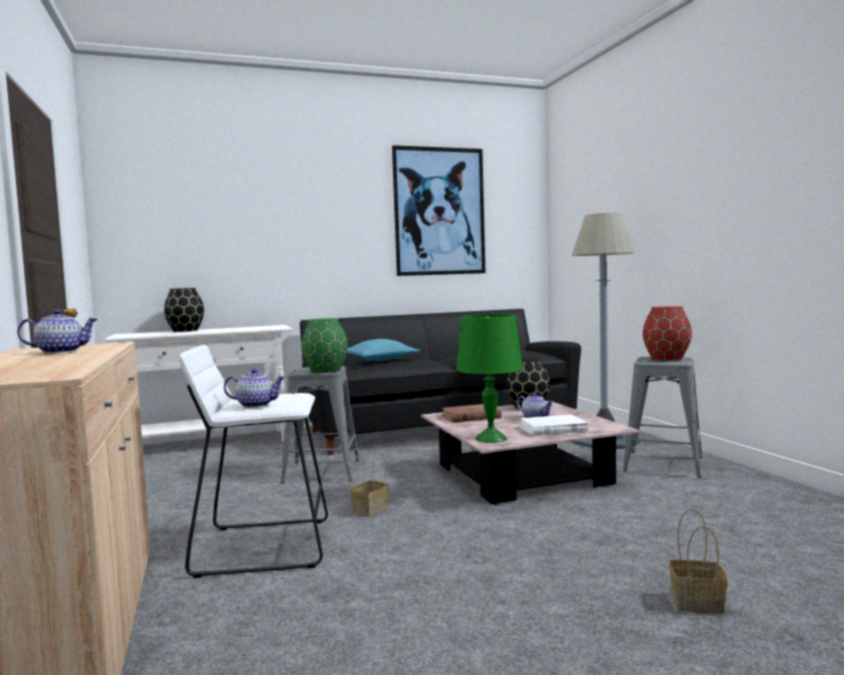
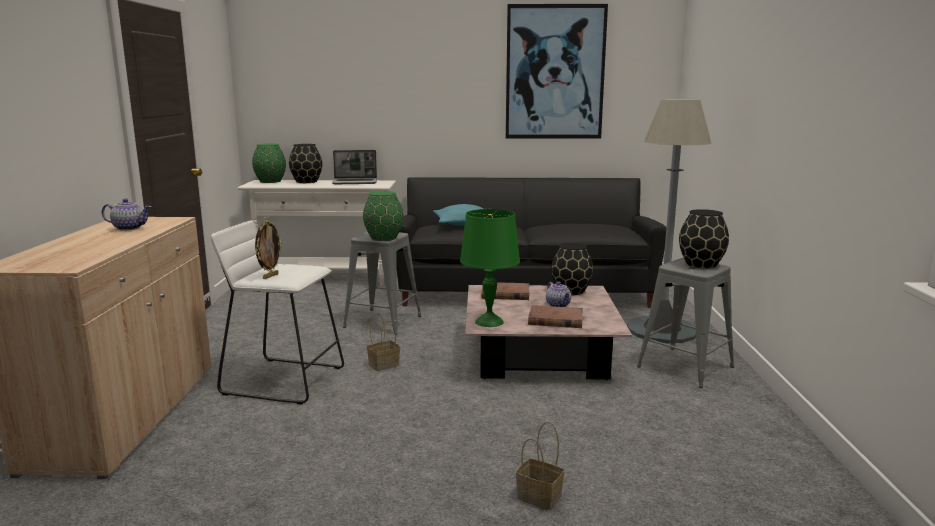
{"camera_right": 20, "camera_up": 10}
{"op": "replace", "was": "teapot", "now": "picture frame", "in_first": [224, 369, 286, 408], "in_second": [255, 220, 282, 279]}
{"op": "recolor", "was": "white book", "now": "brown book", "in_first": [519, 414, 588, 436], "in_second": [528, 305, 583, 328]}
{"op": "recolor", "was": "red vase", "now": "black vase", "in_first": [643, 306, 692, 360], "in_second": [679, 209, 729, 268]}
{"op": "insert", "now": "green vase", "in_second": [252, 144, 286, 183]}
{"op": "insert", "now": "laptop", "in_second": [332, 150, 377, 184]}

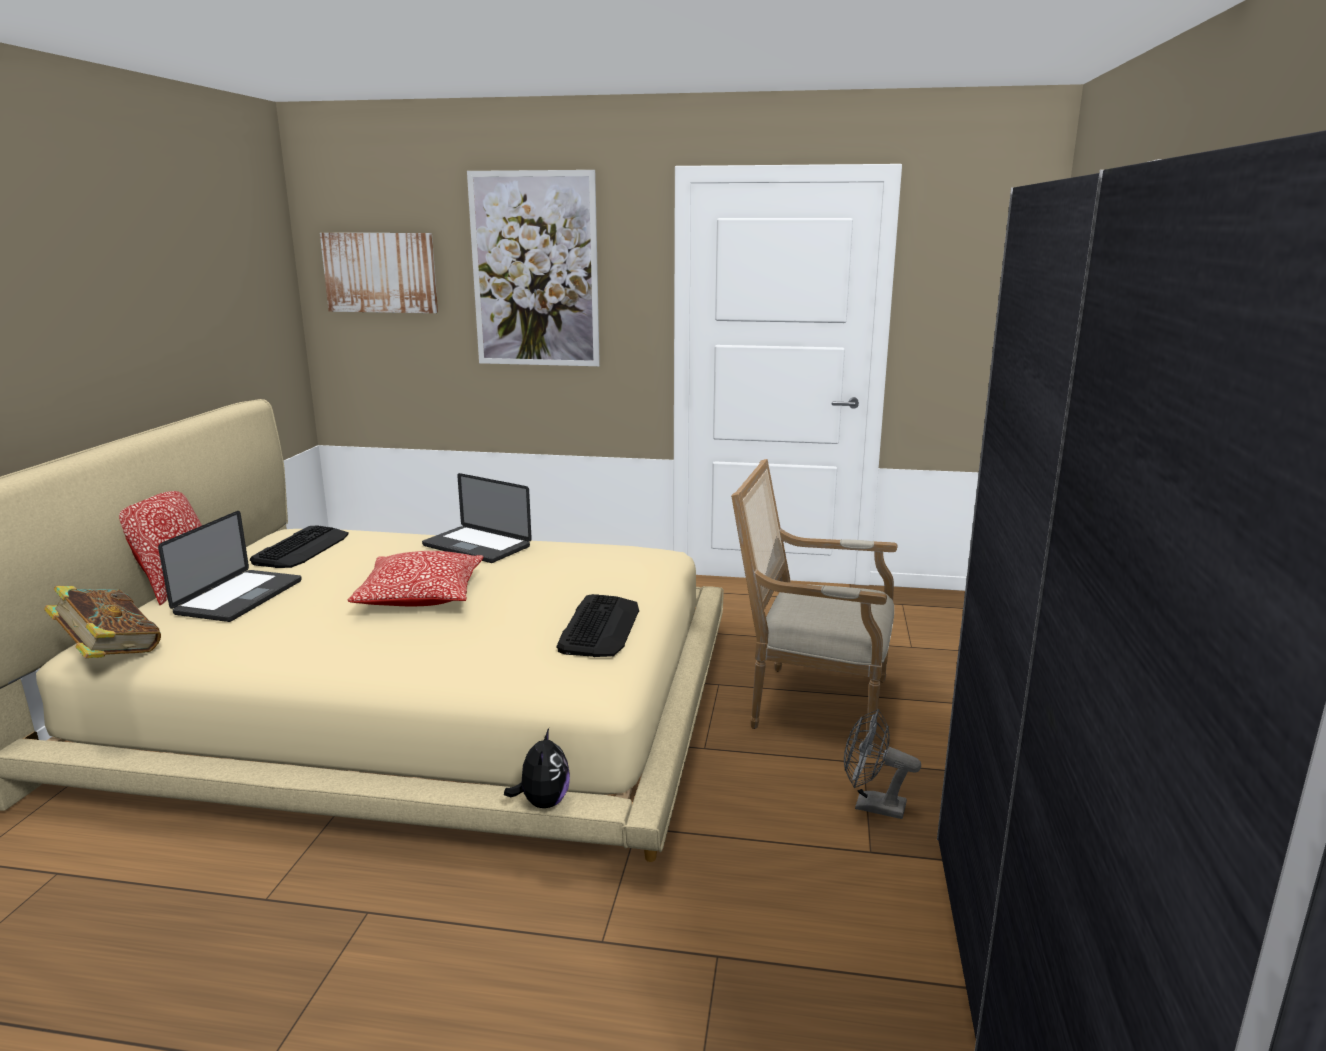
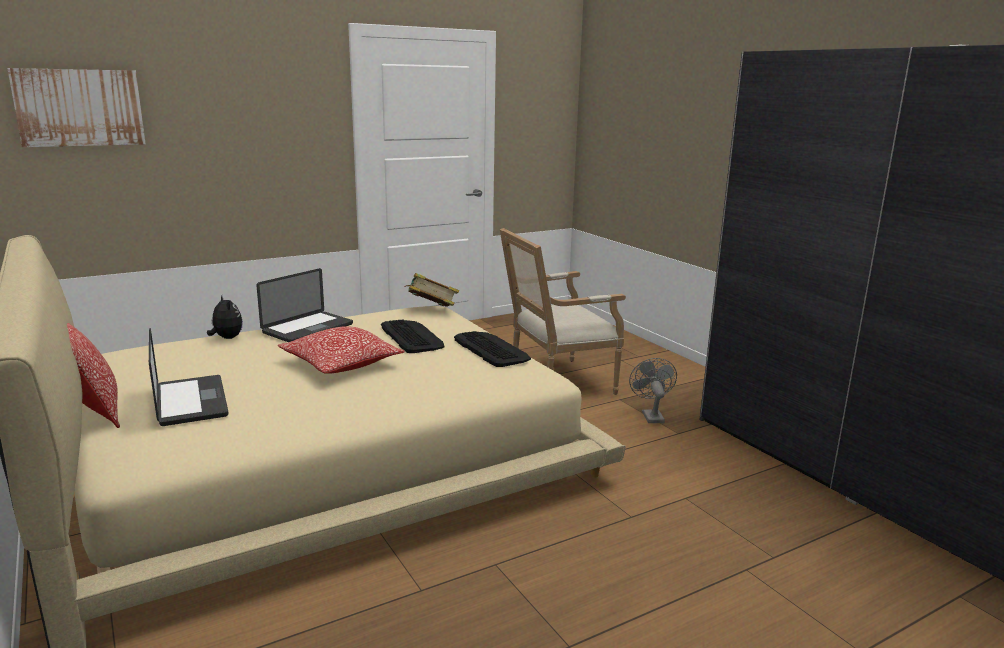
{"camera_right": -40, "camera_up": 0}
{"op": "move", "was": "book", "in_first": [44, 586, 161, 658], "in_second": [405, 273, 459, 307]}
{"op": "move", "was": "keyboard", "in_first": [250, 525, 349, 568], "in_second": [381, 320, 444, 353]}
{"op": "rotate", "was": "laptop", "in_first": [422, 473, 532, 563], "in_second": [256, 268, 353, 342], "clockwise": -45}
{"op": "delete", "was": "picture", "in_first": [467, 170, 600, 366]}
{"op": "move", "was": "plush toy", "in_first": [504, 728, 570, 808], "in_second": [207, 295, 243, 339]}
{"op": "rotate", "was": "grey fan", "in_first": [844, 709, 921, 819], "in_second": [629, 358, 677, 423], "clockwise": 105}

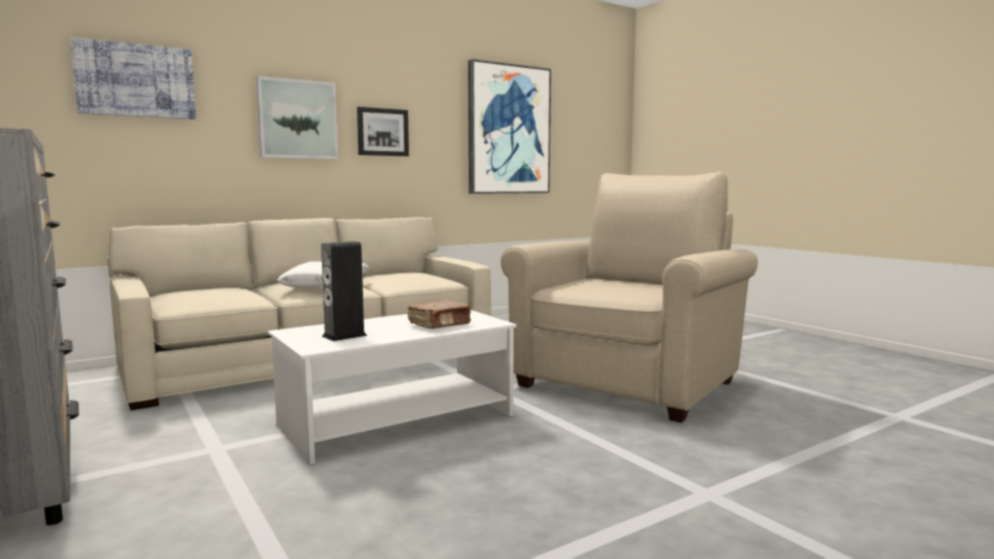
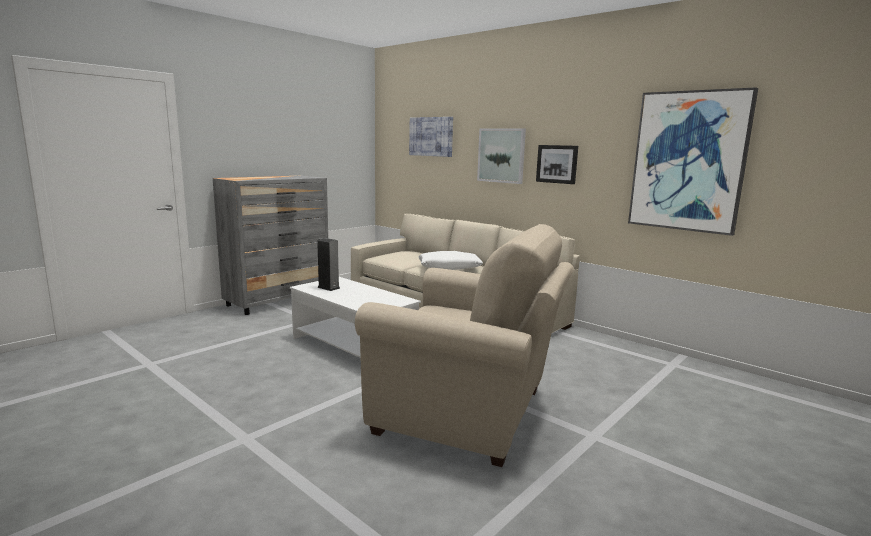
{"camera_right": 75, "camera_up": 5}
{"op": "delete", "was": "brown book", "in_first": [407, 299, 471, 329]}

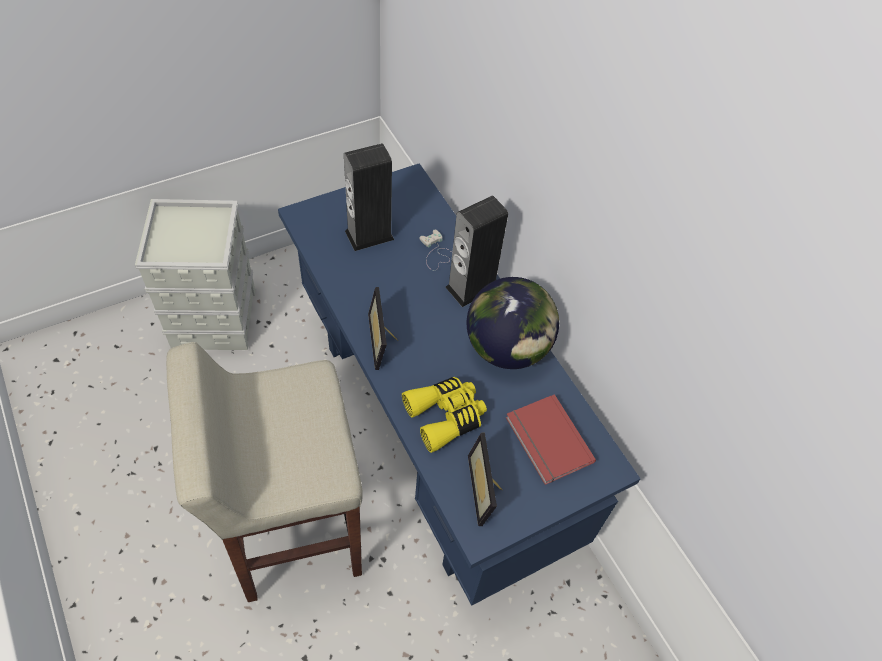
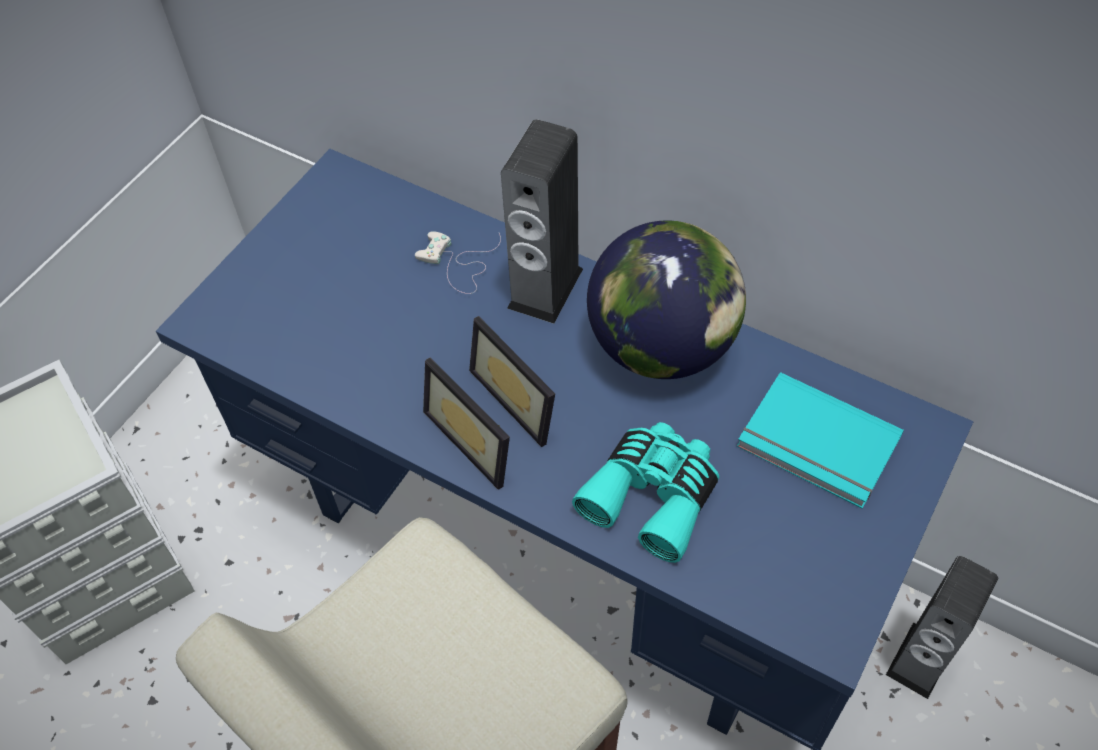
{"camera_right": -25, "camera_up": 0}
{"op": "move", "was": "speaker", "in_first": [344, 143, 394, 251], "in_second": [886, 556, 998, 699]}
{"op": "recolor", "was": "yellow binoculars", "now": "turquoise binoculars", "in_first": [402, 377, 487, 453], "in_second": [572, 422, 719, 563]}
{"op": "move", "was": "picture frame", "in_first": [468, 433, 502, 526], "in_second": [469, 316, 555, 447]}
{"op": "recolor", "was": "red book", "now": "turquoise book", "in_first": [506, 394, 596, 485], "in_second": [737, 372, 904, 509]}

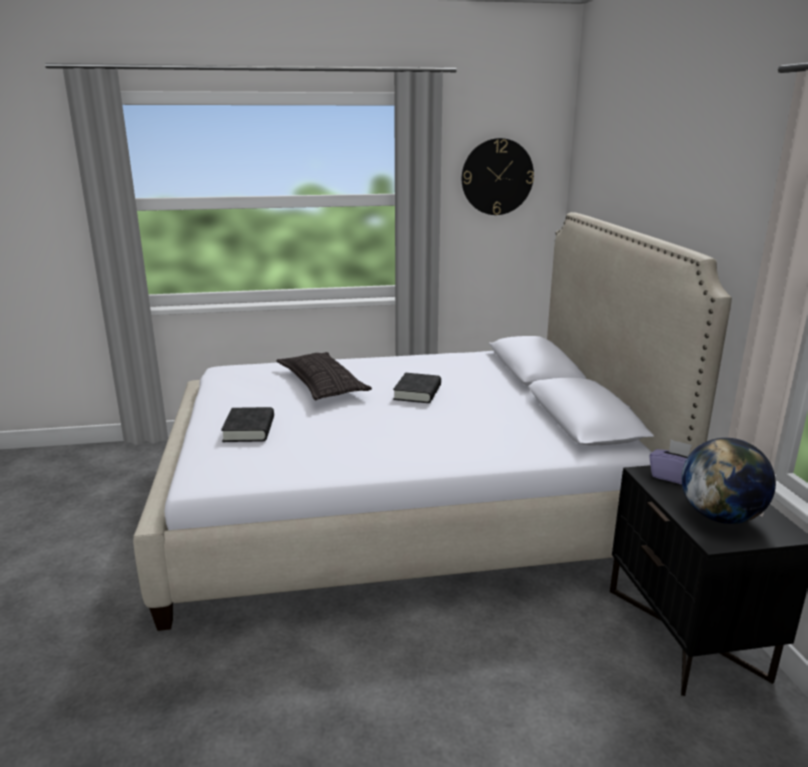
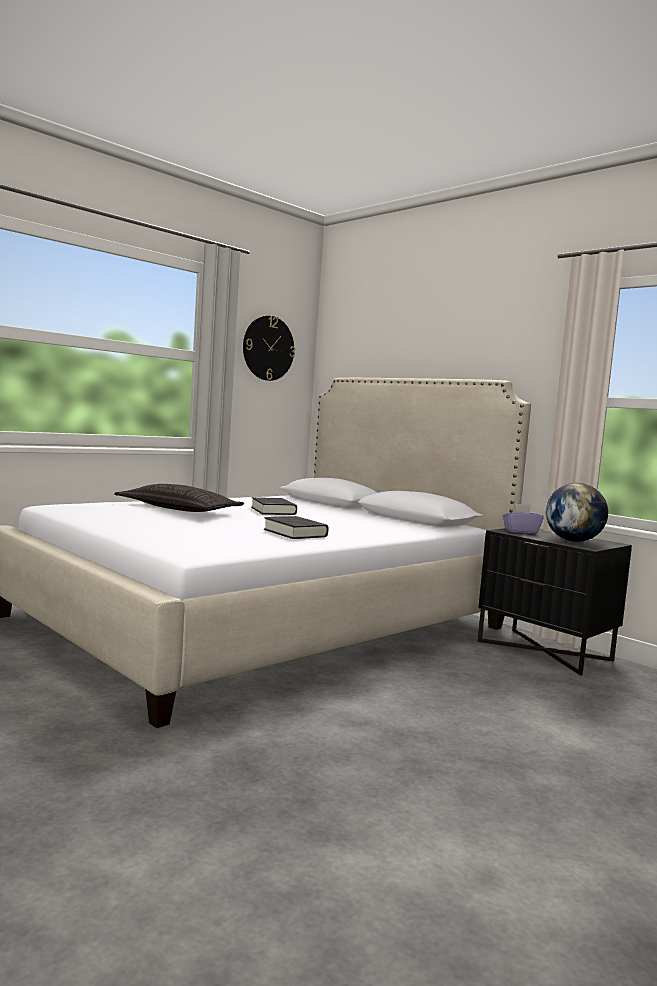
{"camera_right": -35, "camera_up": -15}
{"op": "move", "was": "black book", "in_first": [221, 407, 274, 442], "in_second": [264, 516, 328, 539]}

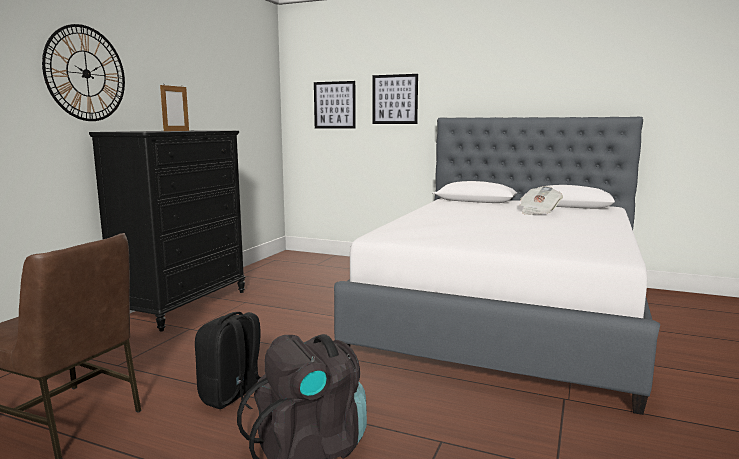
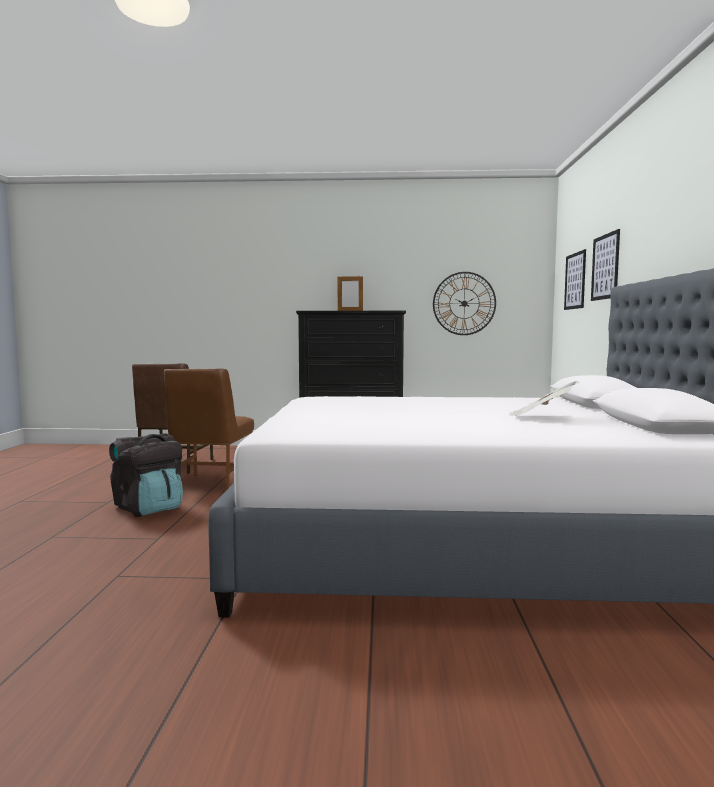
{"camera_right": 70, "camera_up": -5}
{"op": "move", "was": "wall clock", "in_first": [42, 24, 125, 121], "in_second": [433, 272, 496, 335]}
{"op": "replace", "was": "black backpack", "now": "brown chair", "in_first": [195, 312, 261, 410], "in_second": [164, 369, 254, 490]}

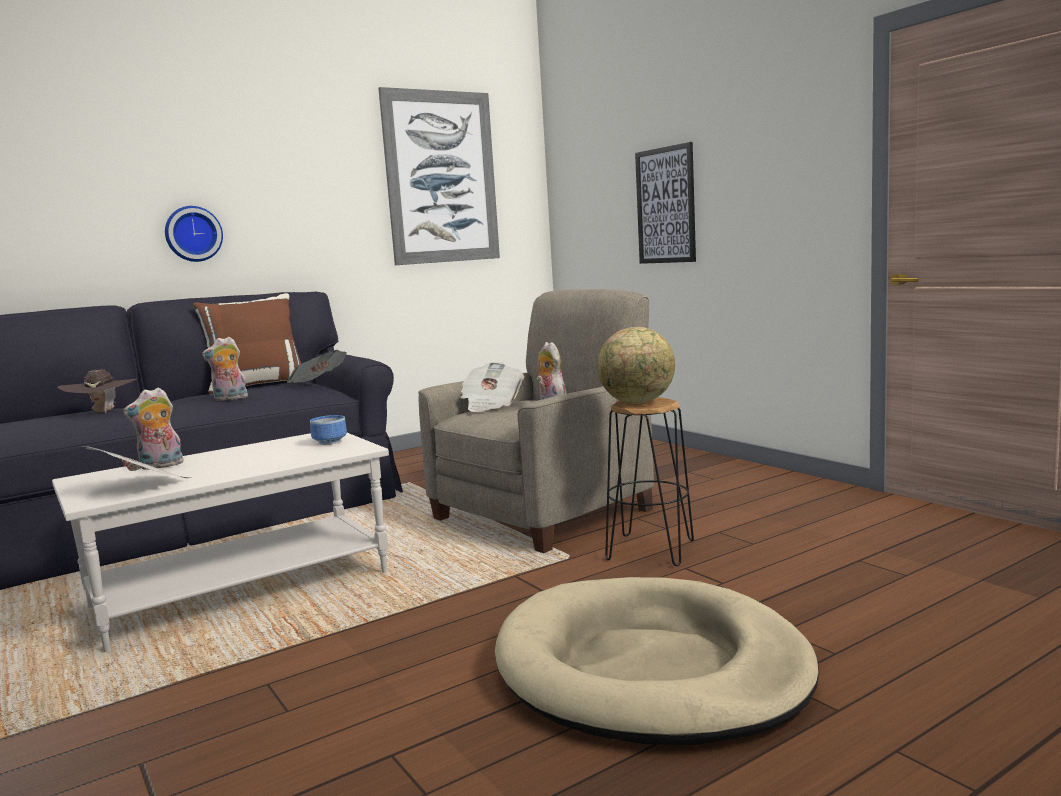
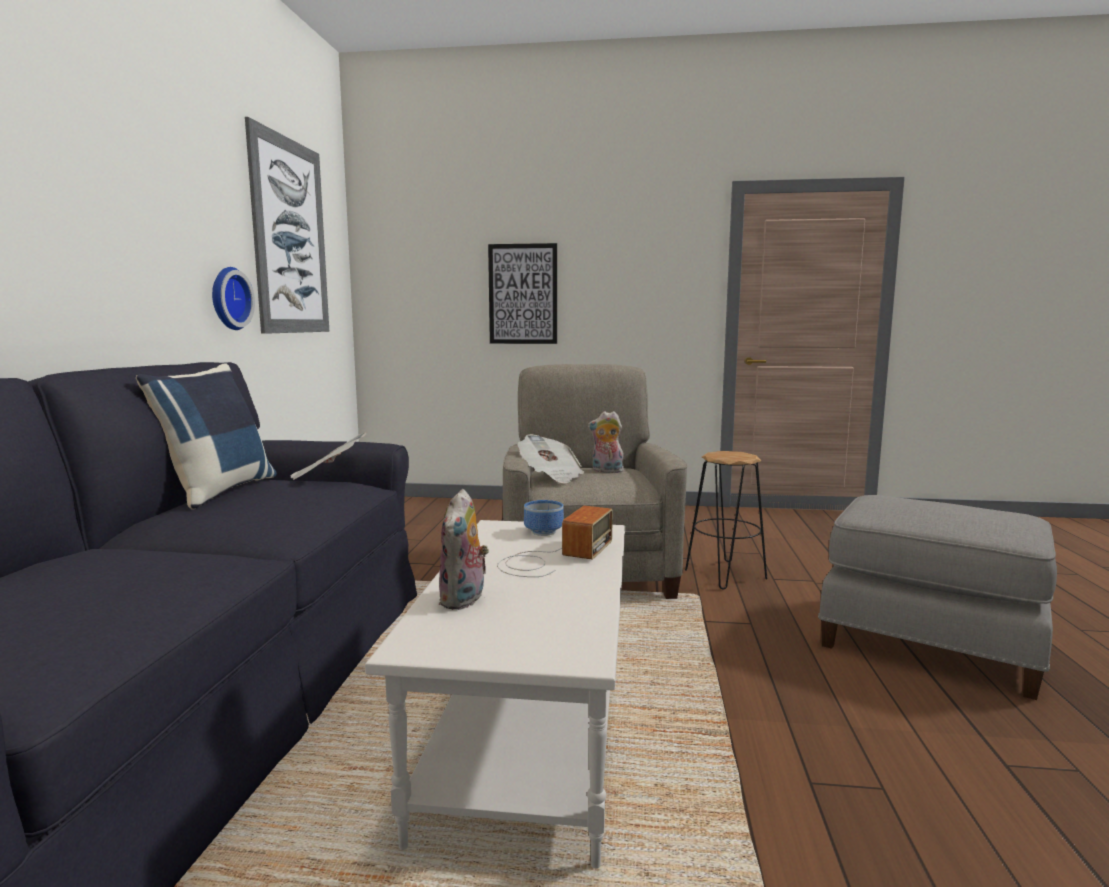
{"camera_right": -50, "camera_up": 0}
{"op": "delete", "was": "brown hat", "in_first": [58, 369, 137, 413]}
{"op": "delete", "was": "newspaper", "in_first": [83, 446, 192, 478]}
{"op": "move", "was": "wall clock", "in_first": [165, 206, 223, 262], "in_second": [212, 267, 255, 330]}
{"op": "recolor", "was": "brown pillow", "now": "blue pillow", "in_first": [193, 293, 301, 394], "in_second": [136, 363, 277, 510]}
{"op": "delete", "was": "plush toy", "in_first": [202, 337, 248, 401]}
{"op": "replace", "was": "beige dog bed", "now": "grey ottoman", "in_first": [495, 577, 819, 745], "in_second": [818, 495, 1057, 700]}
{"op": "delete", "was": "globe", "in_first": [597, 327, 675, 404]}
{"op": "insert", "now": "radio", "in_second": [497, 506, 613, 577]}

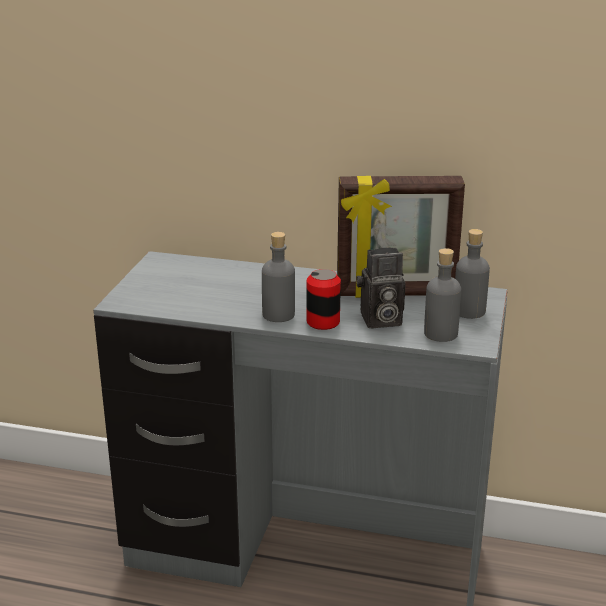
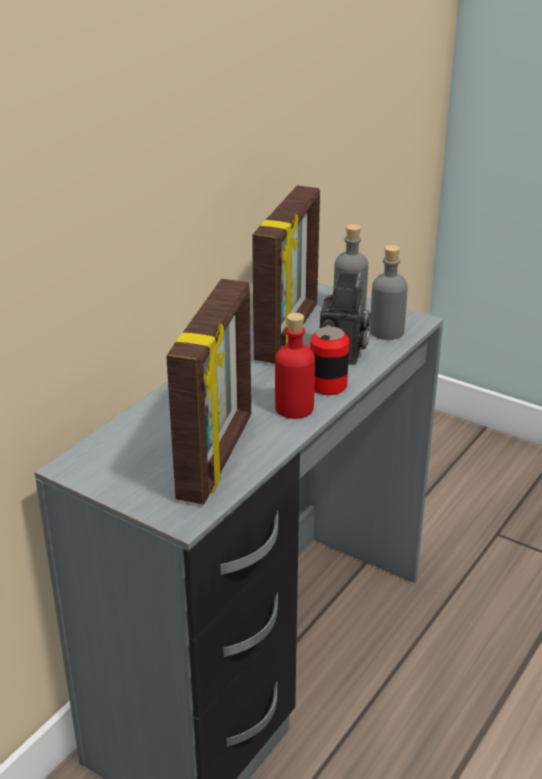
{"camera_right": -70, "camera_up": 5}
{"op": "recolor", "was": "grey bottle", "now": "red bottle", "in_first": [262, 232, 295, 322], "in_second": [275, 313, 315, 419]}
{"op": "insert", "now": "picture frame", "in_second": [166, 279, 251, 504]}

